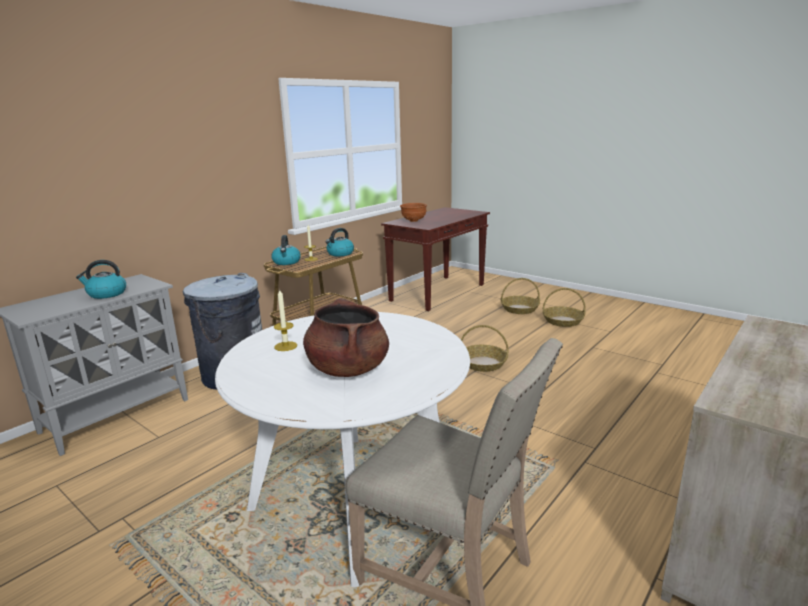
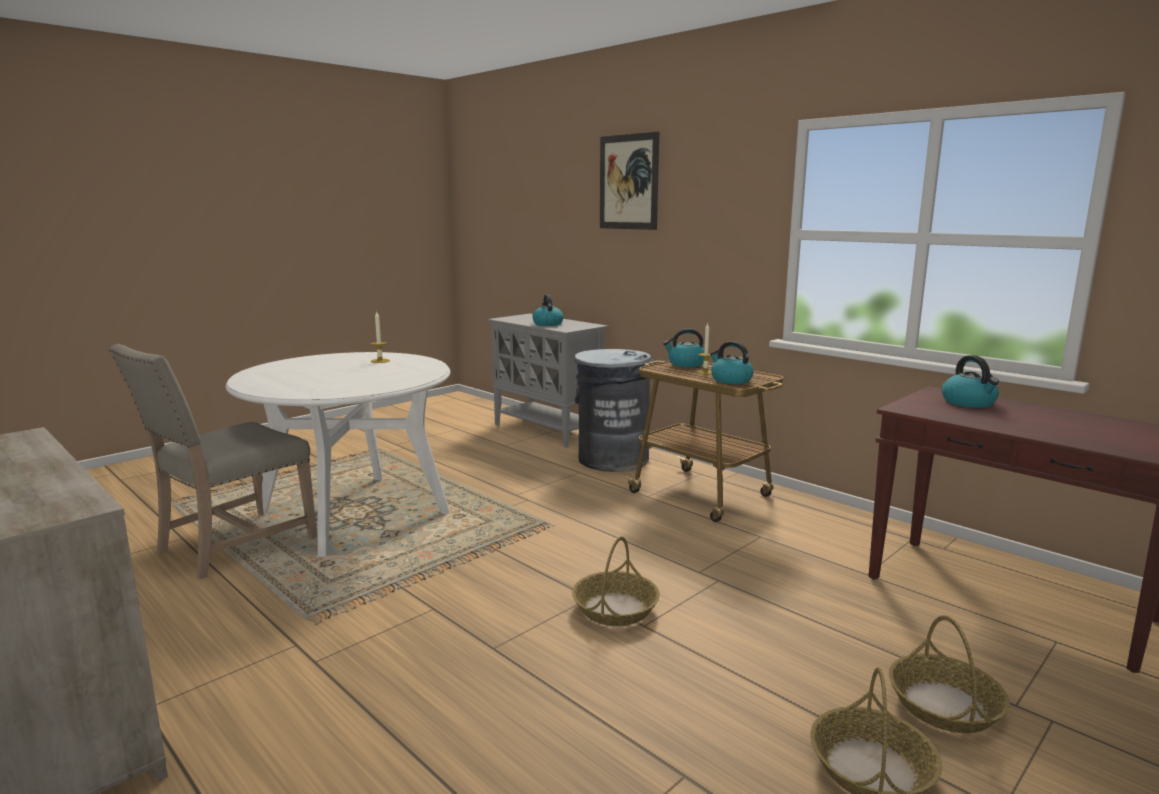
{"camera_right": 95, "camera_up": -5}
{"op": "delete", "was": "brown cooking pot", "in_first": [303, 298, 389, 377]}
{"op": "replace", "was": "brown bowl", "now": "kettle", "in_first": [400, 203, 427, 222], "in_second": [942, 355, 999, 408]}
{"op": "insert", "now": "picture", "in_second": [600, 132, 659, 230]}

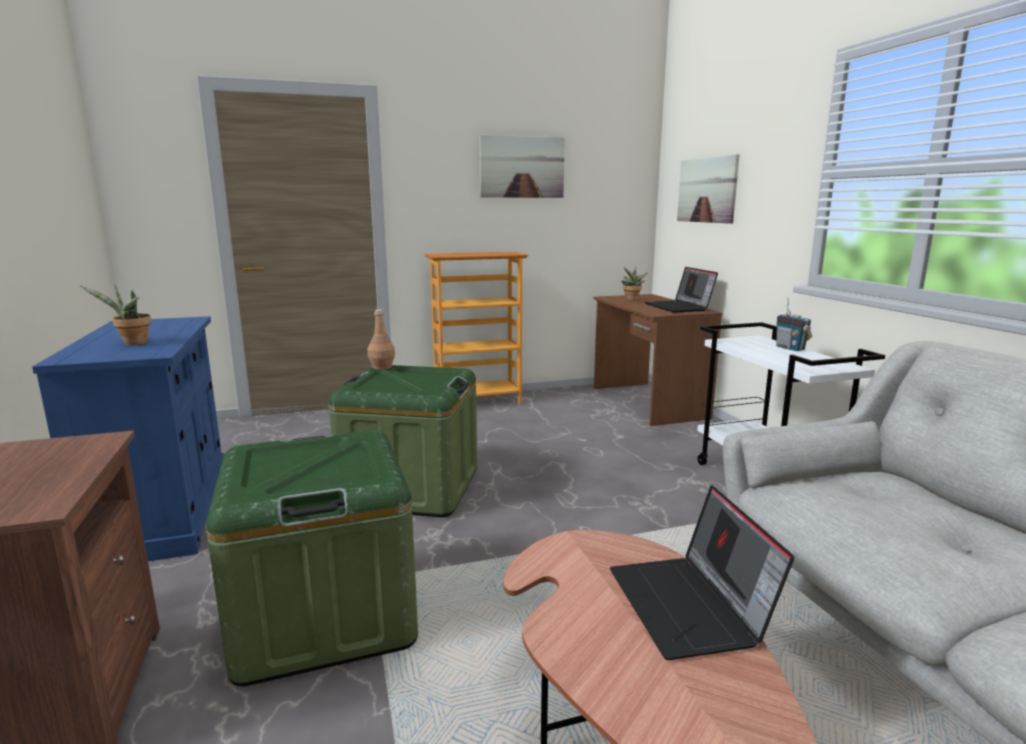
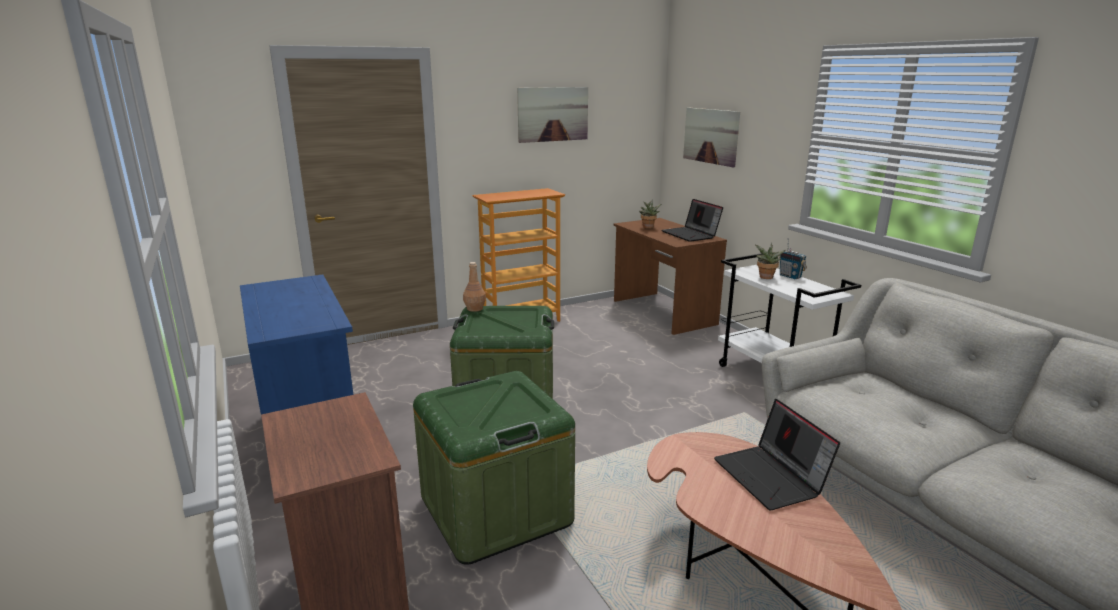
{"camera_right": -10, "camera_up": 5}
{"op": "move", "was": "potted plant", "in_first": [80, 284, 151, 345], "in_second": [755, 243, 786, 279]}

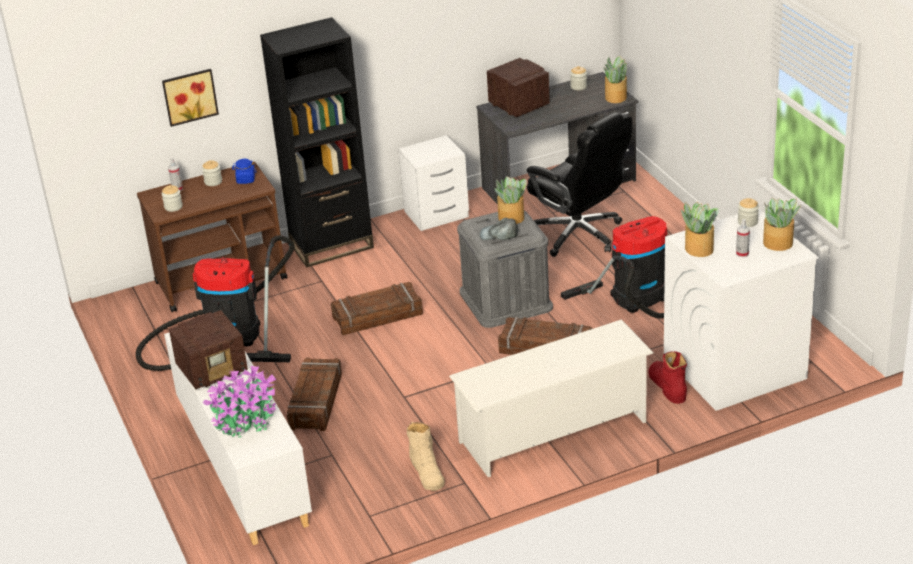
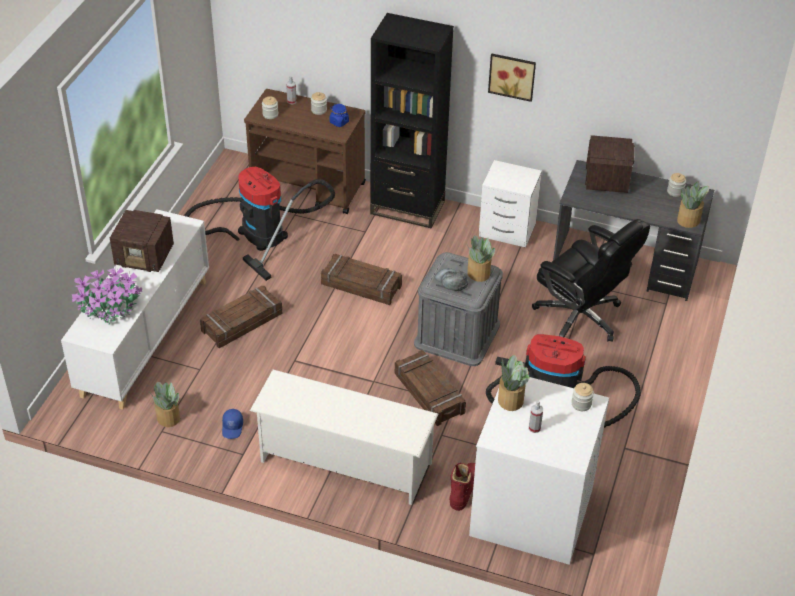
{"camera_right": 40, "camera_up": 10}
{"op": "move", "was": "picture", "in_first": [162, 69, 219, 127], "in_second": [488, 54, 536, 102]}
{"op": "replace", "was": "beige boot", "now": "blue cap", "in_first": [407, 422, 445, 491], "in_second": [222, 409, 243, 439]}
{"op": "rotate", "was": "black office chair", "in_first": [527, 112, 632, 257], "in_second": [532, 219, 650, 342], "clockwise": -45}
{"op": "move", "was": "potted plant", "in_first": [763, 198, 801, 251], "in_second": [150, 382, 180, 427]}

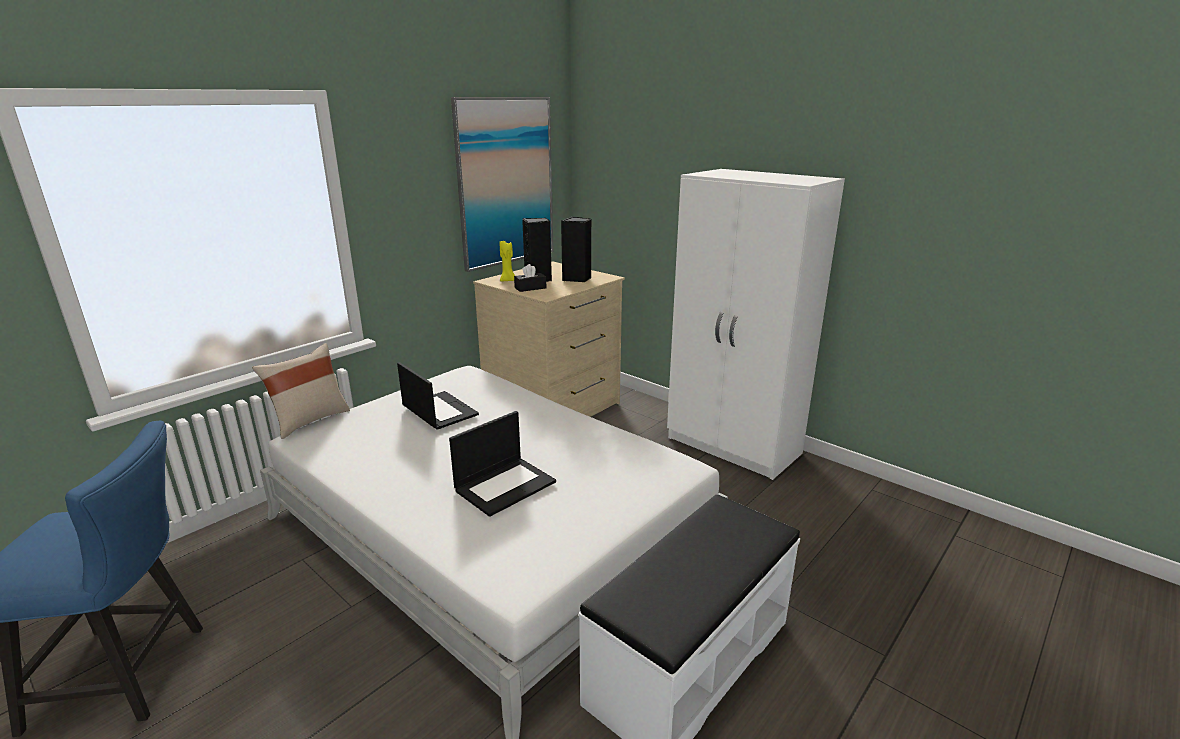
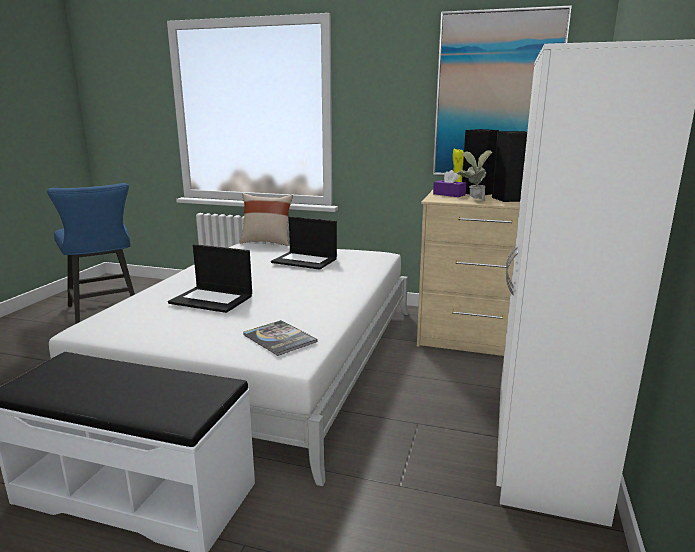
{"camera_right": 65, "camera_up": -5}
{"op": "rotate", "was": "laptop", "in_first": [397, 362, 479, 430], "in_second": [271, 216, 337, 270], "clockwise": 90}
{"op": "recolor", "was": "black tissue box", "now": "purple tissue box", "in_first": [514, 264, 546, 292], "in_second": [433, 170, 466, 197]}
{"op": "insert", "now": "book", "in_second": [243, 320, 318, 356]}
{"op": "insert", "now": "potted plant", "in_second": [457, 150, 492, 201]}

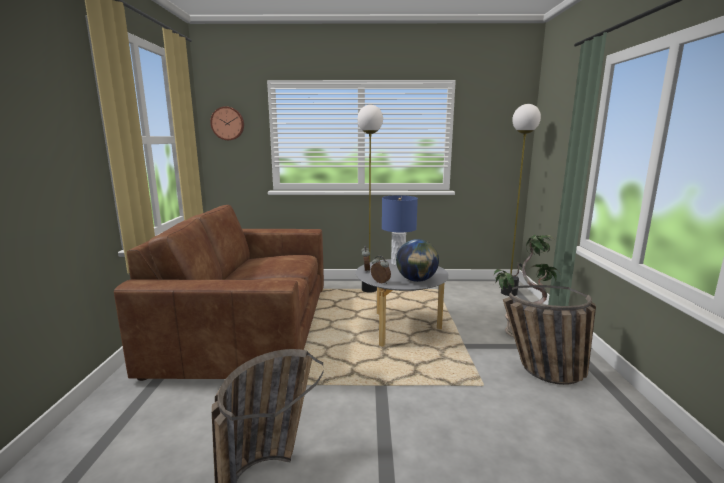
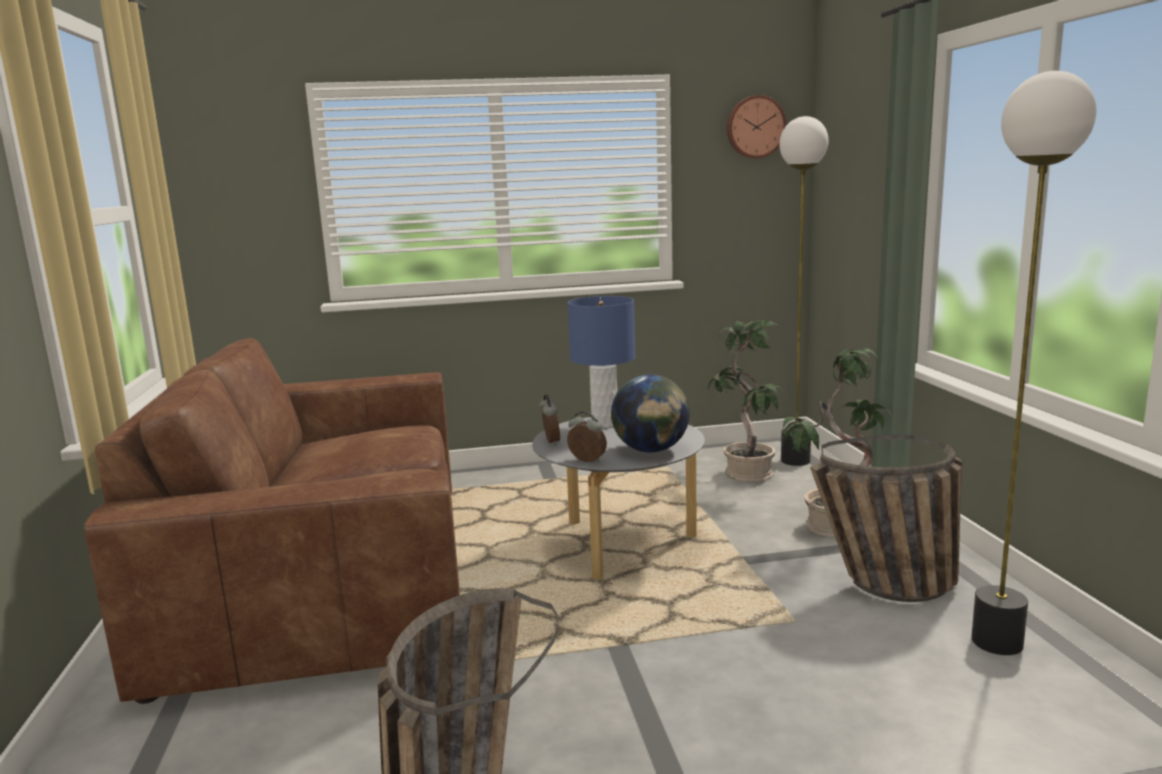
{"camera_right": -10, "camera_up": 0}
{"op": "move", "was": "wall clock", "in_first": [210, 106, 244, 140], "in_second": [727, 95, 787, 159]}
{"op": "move", "was": "floor lamp", "in_first": [358, 104, 383, 293], "in_second": [971, 71, 1096, 655]}
{"op": "insert", "now": "potted plant", "in_second": [708, 320, 788, 482]}

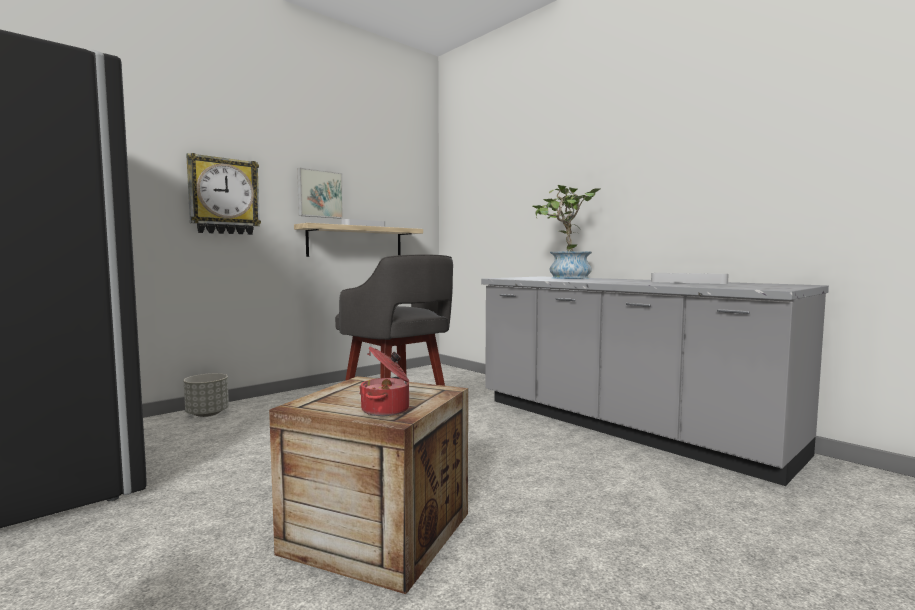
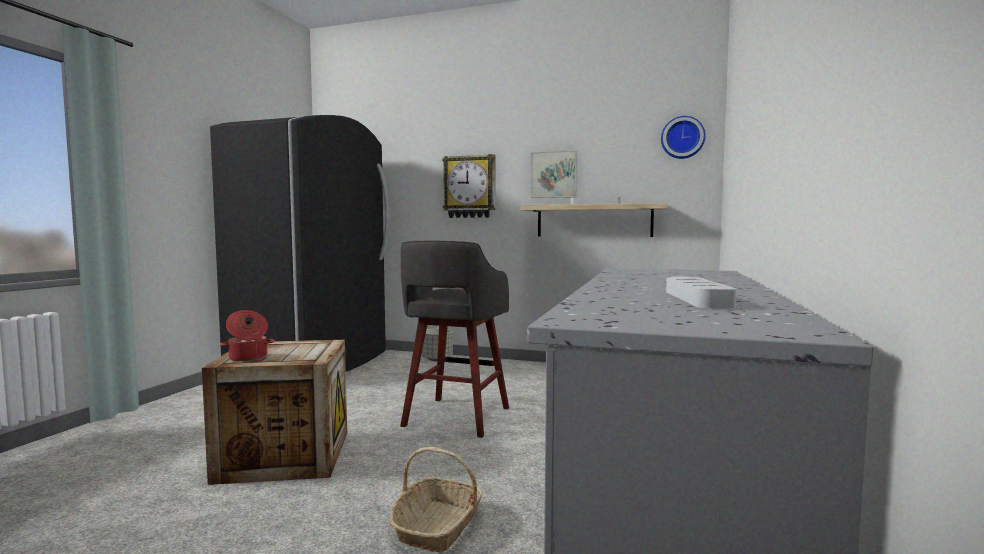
{"camera_right": 60, "camera_up": 0}
{"op": "delete", "was": "potted plant", "in_first": [533, 185, 600, 279]}
{"op": "insert", "now": "basket", "in_second": [389, 447, 483, 552]}
{"op": "insert", "now": "wall clock", "in_second": [661, 116, 706, 159]}

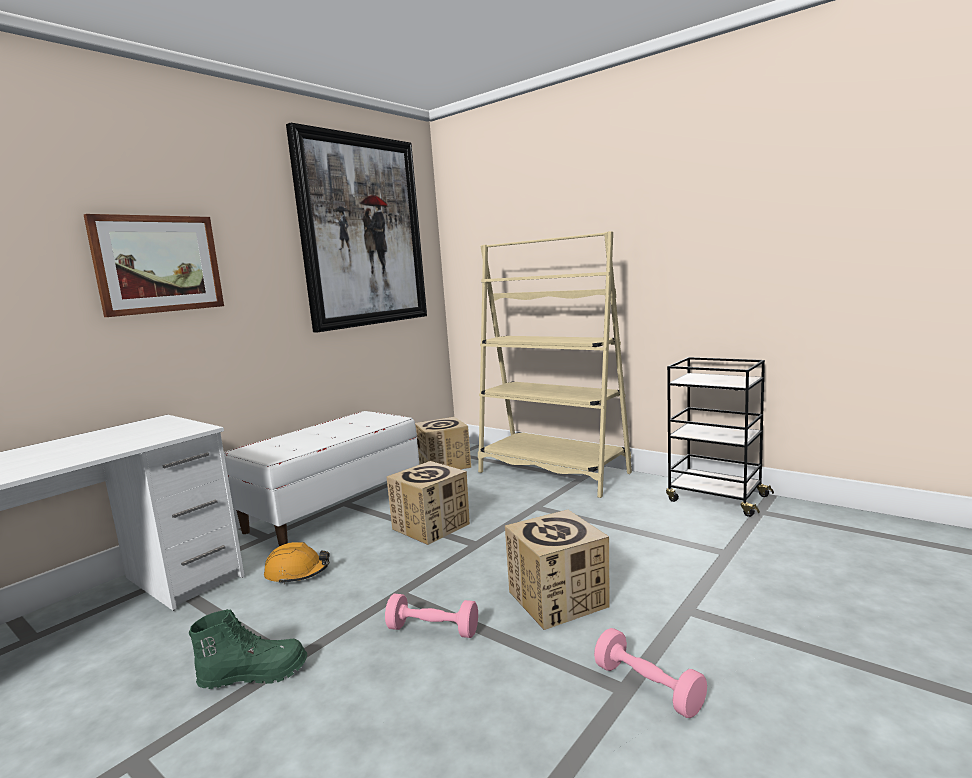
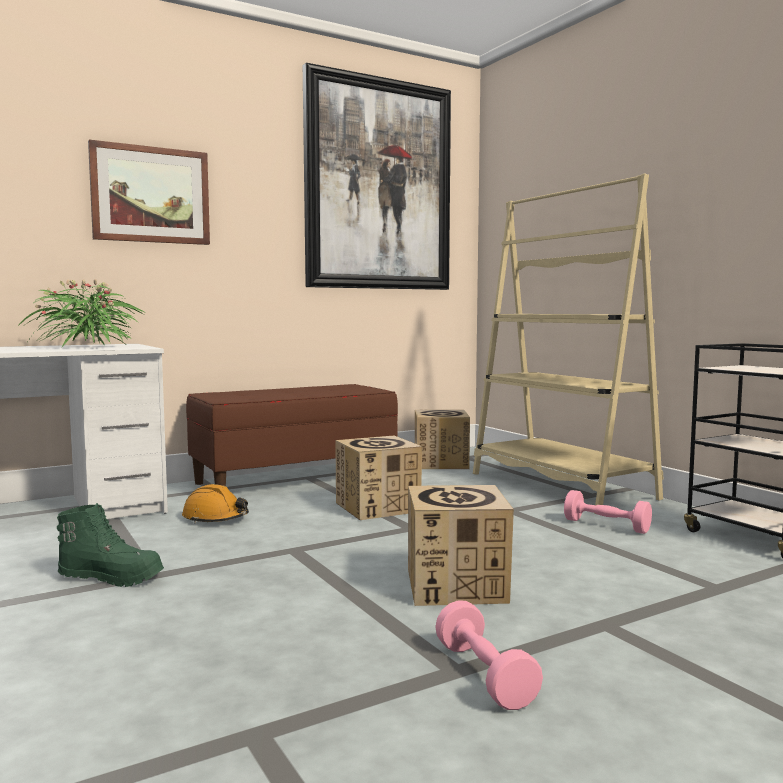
{"camera_right": 20, "camera_up": -5}
{"op": "recolor", "was": "white bench", "now": "brown bench", "in_first": [224, 411, 419, 546], "in_second": [186, 384, 398, 486]}
{"op": "move", "was": "pink dumbbell", "in_first": [385, 594, 478, 638], "in_second": [564, 490, 652, 534]}
{"op": "insert", "now": "potted plant", "in_second": [17, 279, 144, 347]}

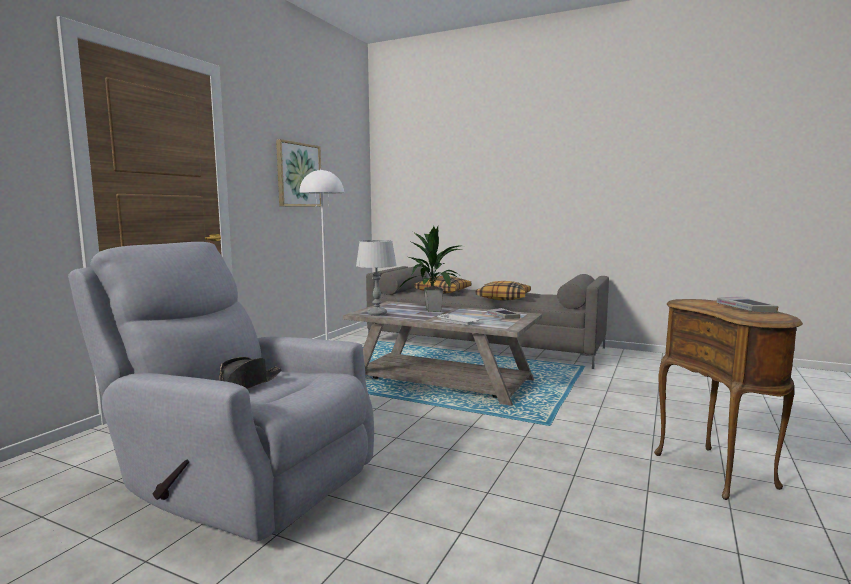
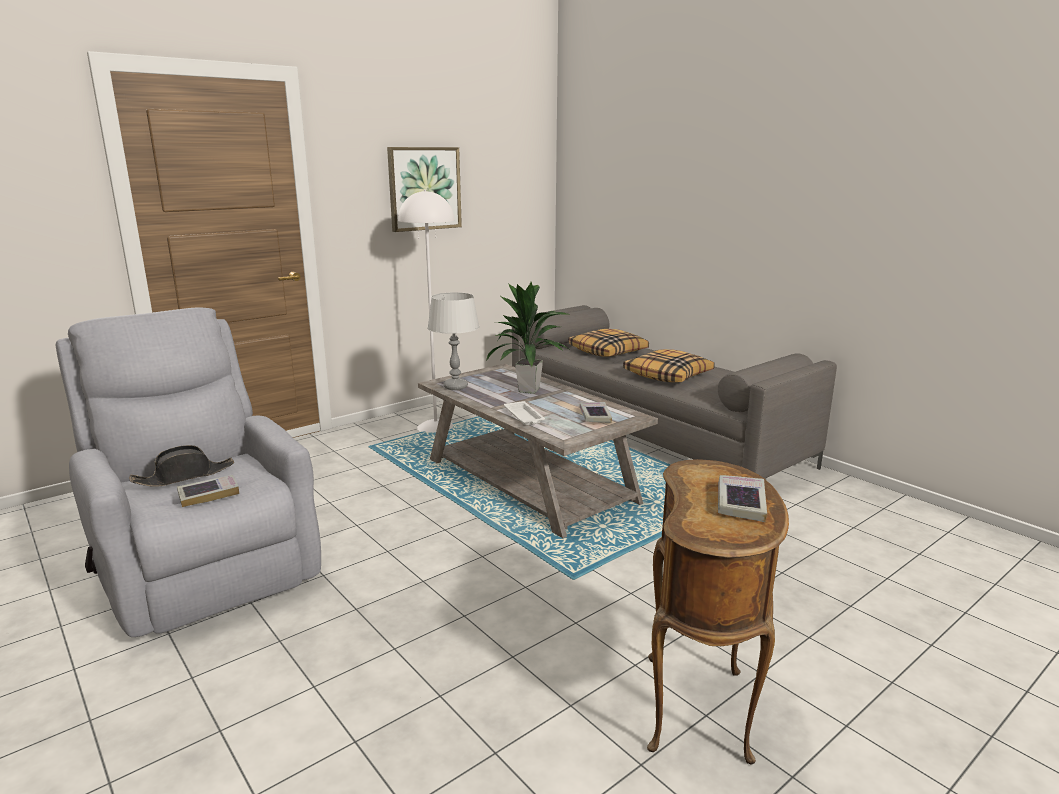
{"camera_right": 25, "camera_up": 10}
{"op": "insert", "now": "book", "in_second": [177, 475, 240, 507]}

